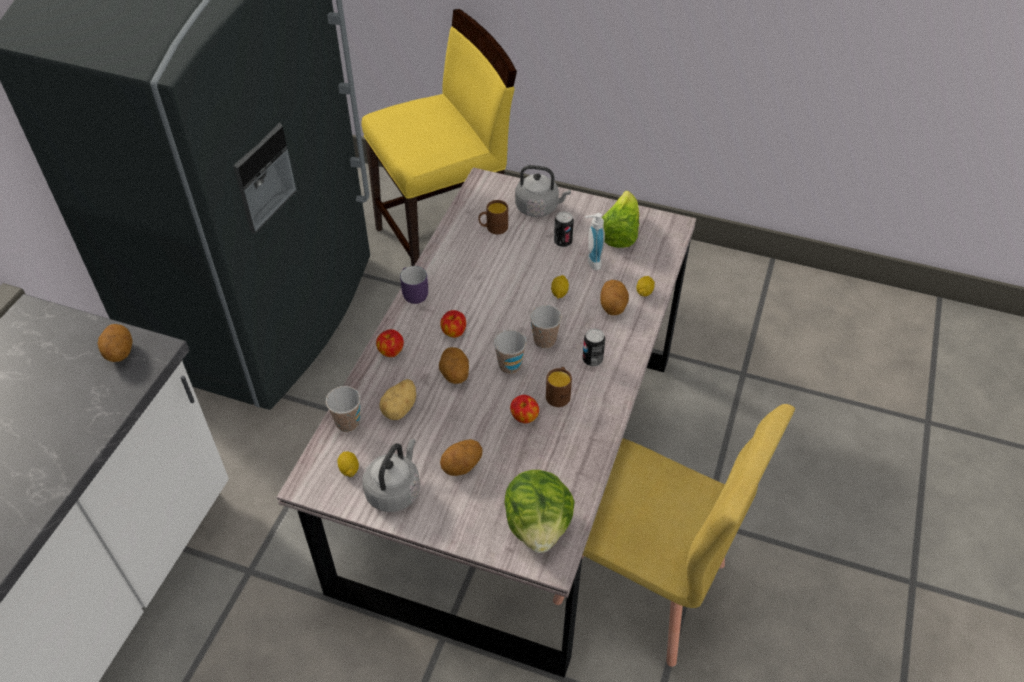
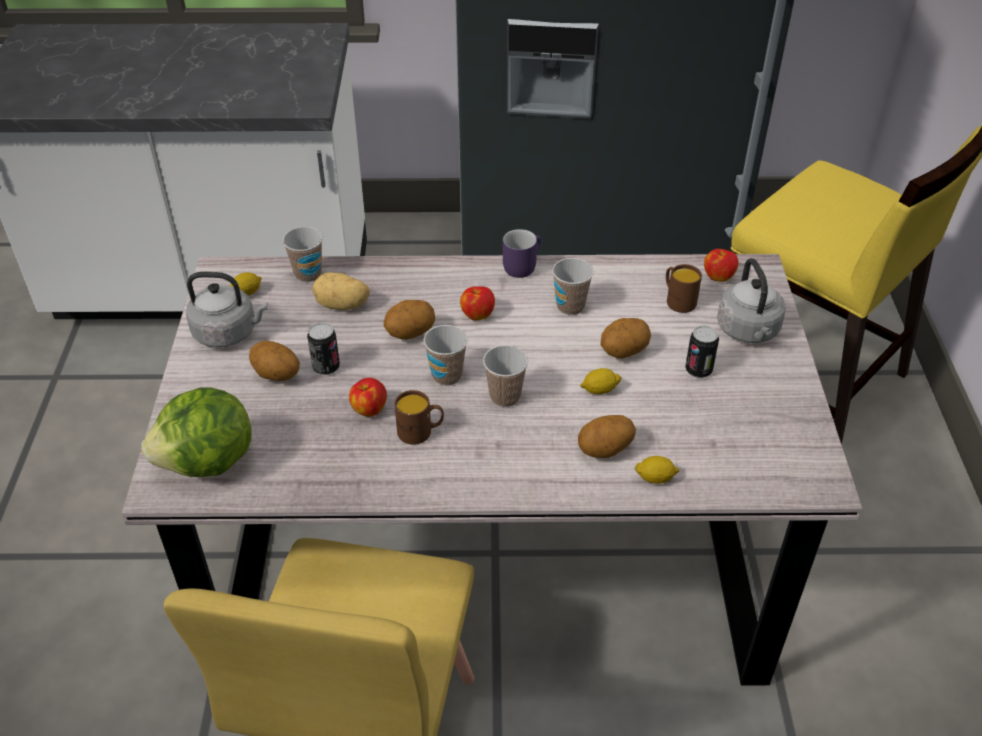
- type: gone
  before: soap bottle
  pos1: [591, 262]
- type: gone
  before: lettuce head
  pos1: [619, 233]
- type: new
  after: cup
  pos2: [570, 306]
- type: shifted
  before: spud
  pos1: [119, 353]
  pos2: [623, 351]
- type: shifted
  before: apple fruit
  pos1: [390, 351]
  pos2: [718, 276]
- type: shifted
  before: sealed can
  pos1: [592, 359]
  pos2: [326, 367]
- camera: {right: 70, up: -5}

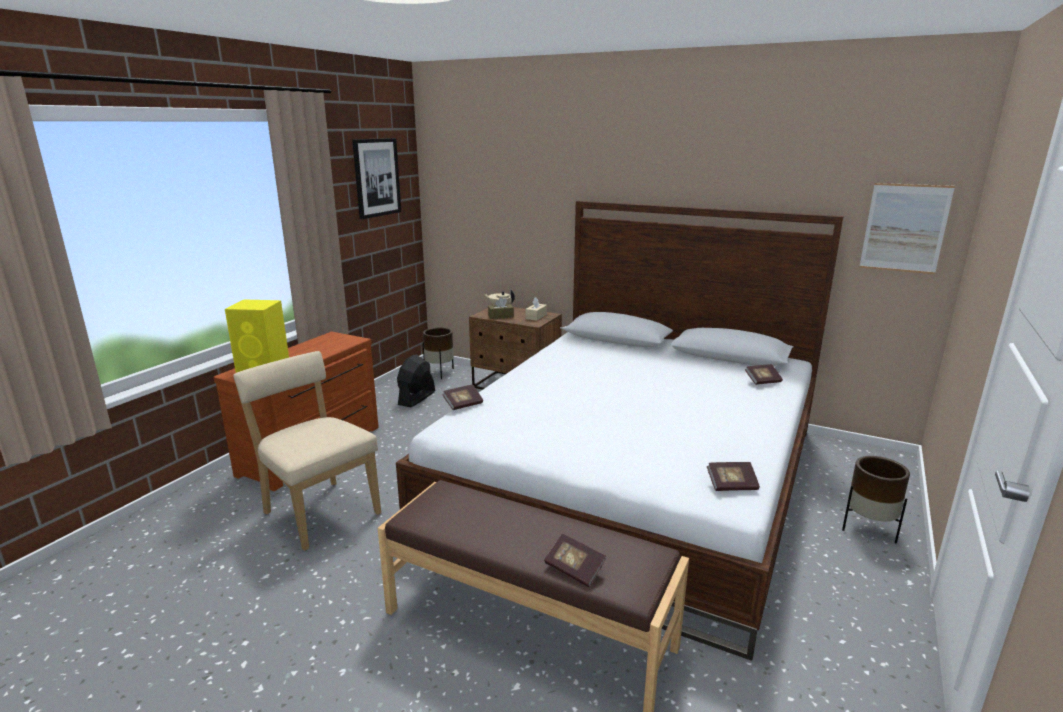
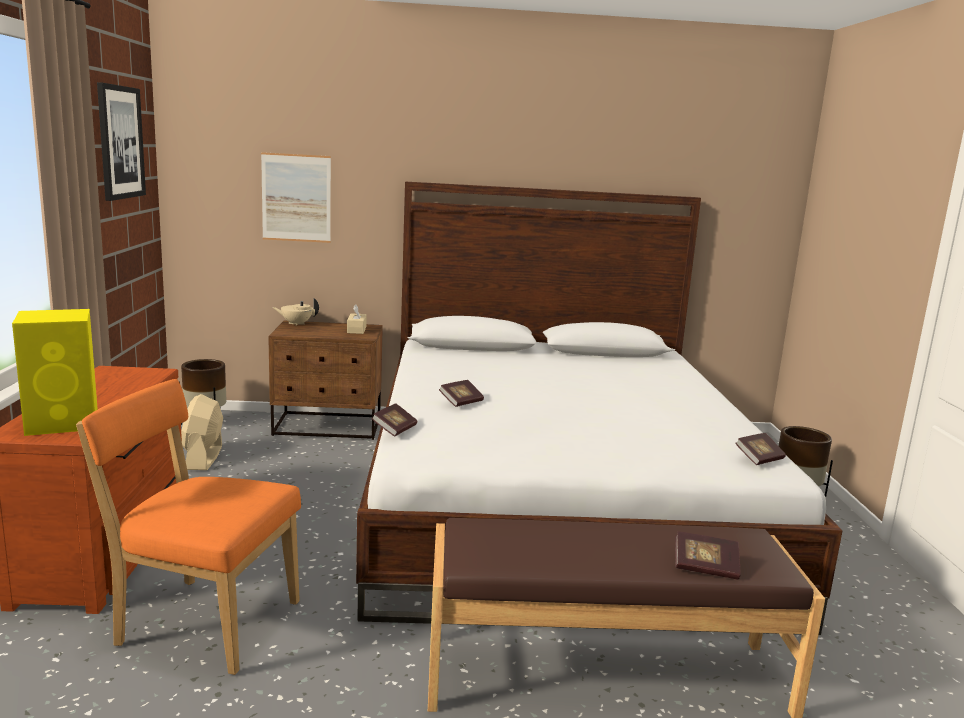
- type: gone
  before: brownish tissue holder
  pos1: [501, 316]
- type: shifted
  before: bound book
  pos1: [762, 381]
  pos2: [461, 402]
- type: shifted
  before: wall art
  pos1: [904, 228]
  pos2: [296, 198]
- type: repainted
  before: beige upright chair
  after: orangey upright chair
  pos1: [319, 511]
  pos2: [202, 622]
- type: repainted
  before: black-coloured cooling fan
  after: beige cooling fan
  pos1: [416, 398]
  pos2: [203, 458]
- camera: {right: -30, up: -5}

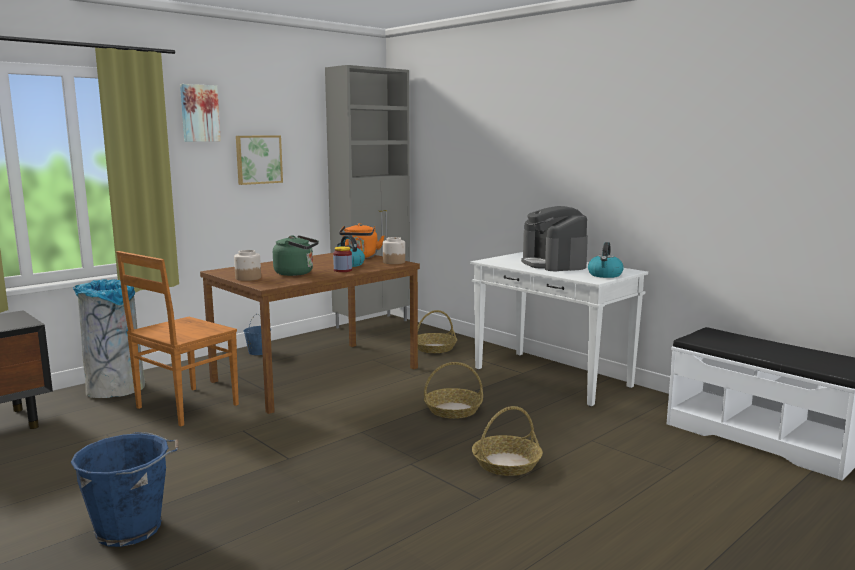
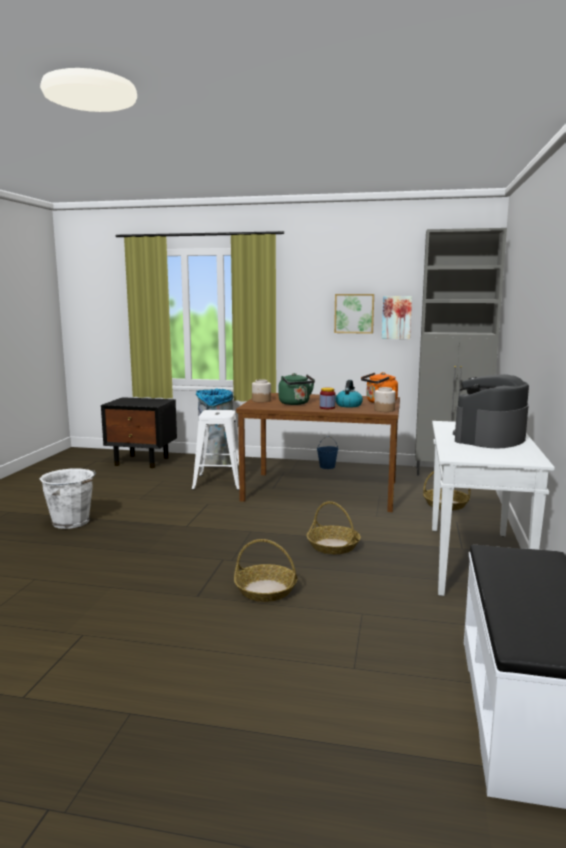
- type: gone
  before: tea kettle
  pos1: [605, 275]
- type: shifted
  before: wall art
  pos1: [199, 113]
  pos2: [396, 317]
- type: swapped
  before: brownish upright chair
  after: whitish stool
  pos1: [185, 407]
  pos2: [218, 482]
- type: repainted
  before: blue-coloured water bucket
  after: whitish water bucket
  pos1: [132, 529]
  pos2: [72, 522]
- camera: {right: 55, up: 0}

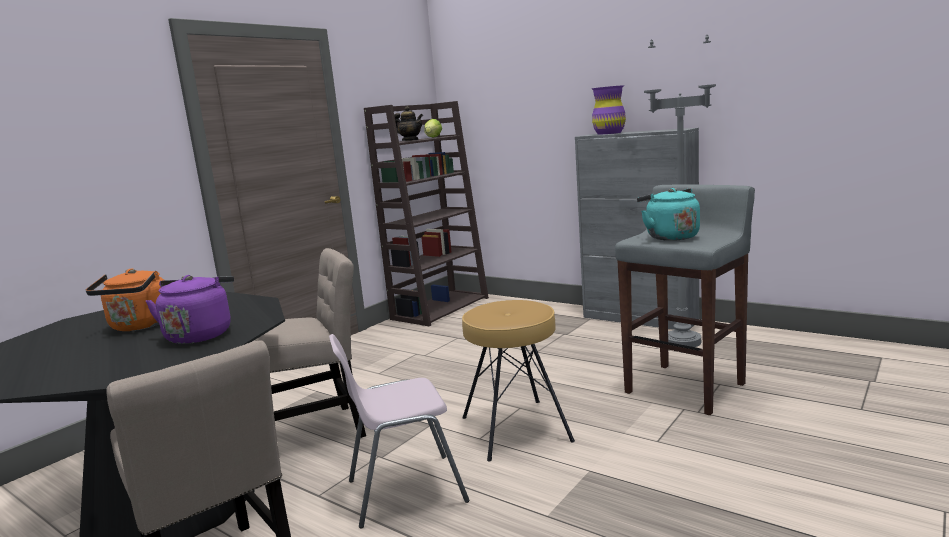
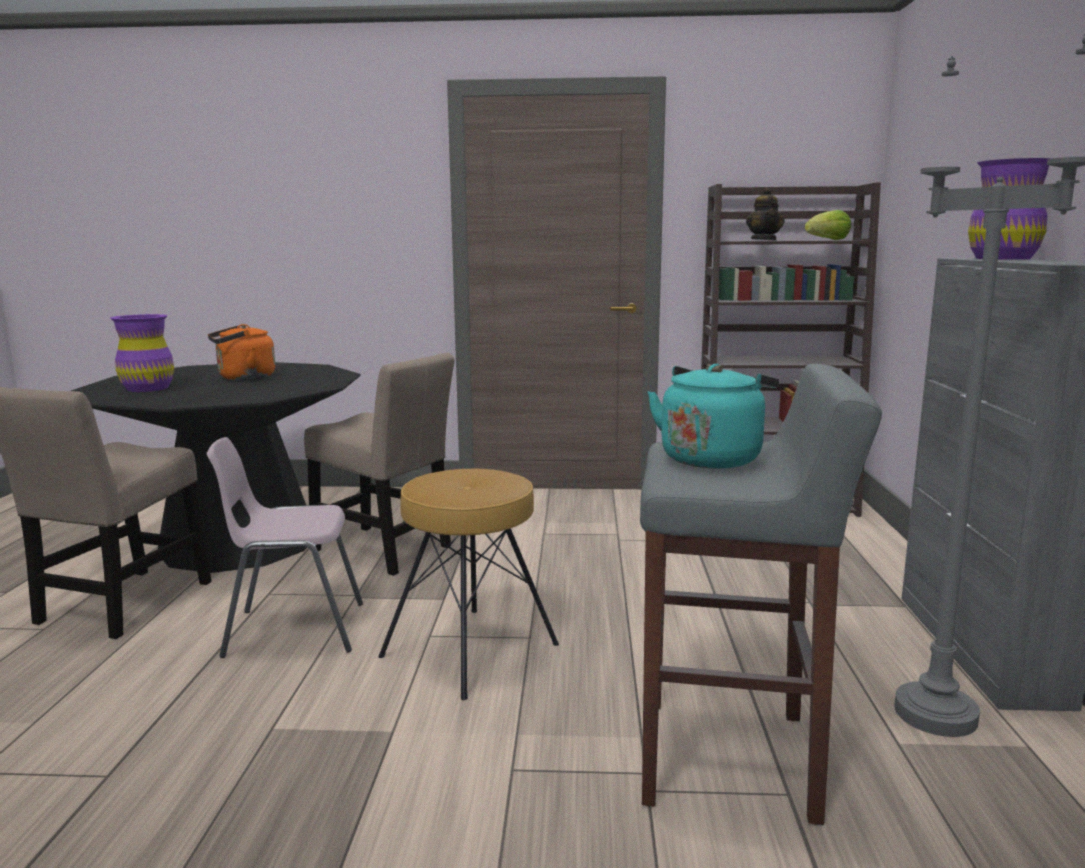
- type: gone
  before: purple tea kettle
  pos1: [200, 334]
- type: new
  after: purple vase
  pos2: [147, 388]
- type: rotated
  before: pinkish upright chair
  pos1: [404, 490]
  pos2: [294, 630]
  turn: -45
- camera: {right: 55, up: 0}

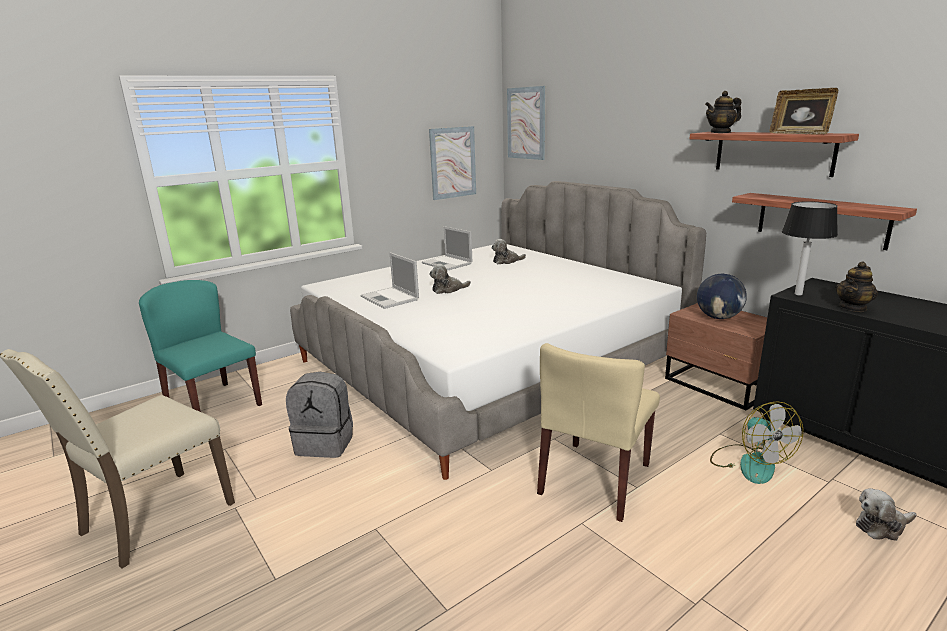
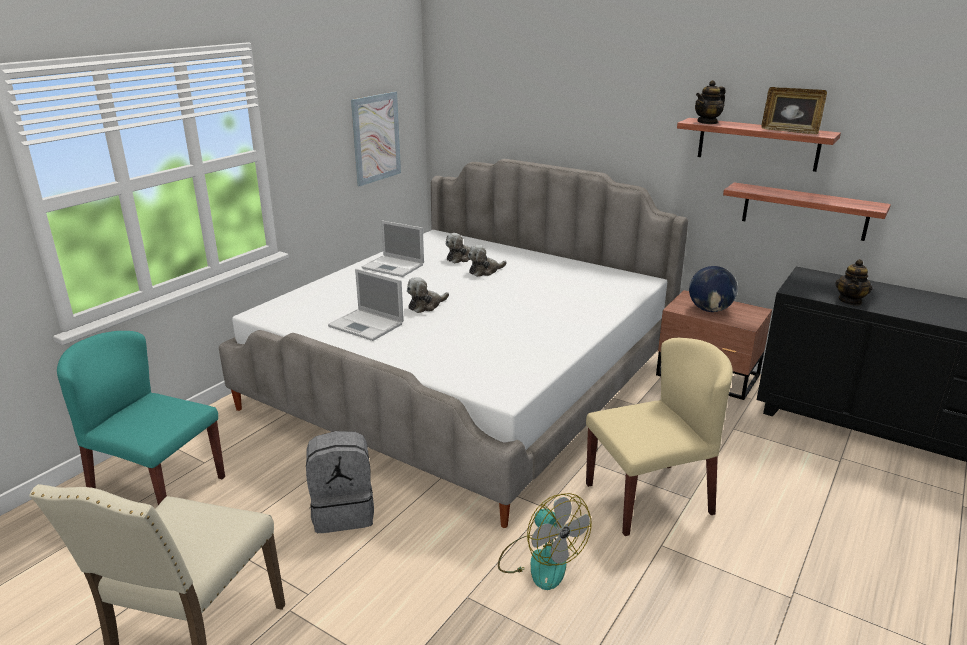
- type: gone
  before: wall art
  pos1: [526, 123]
- type: gone
  before: lamp for a table
  pos1: [798, 294]
- type: shifted
  before: cooling fan
  pos1: [749, 463]
  pos2: [540, 561]
- type: shifted
  before: soft toy
  pos1: [882, 526]
  pos2: [485, 271]
- type: rotated
  before: beige upright chair
  pos1: [595, 479]
  pos2: [649, 498]
  turn: -120
- camera: {right: -20, up: 5}

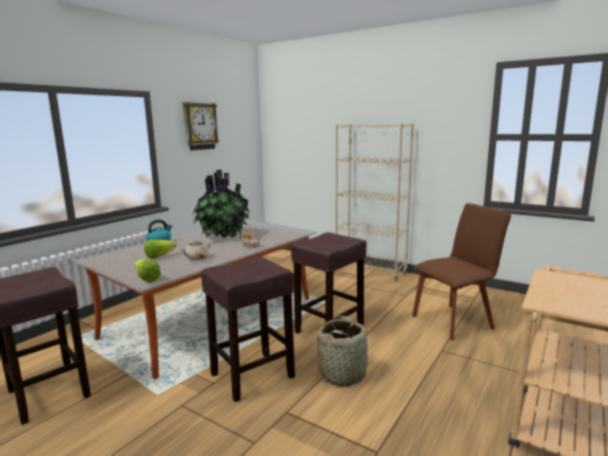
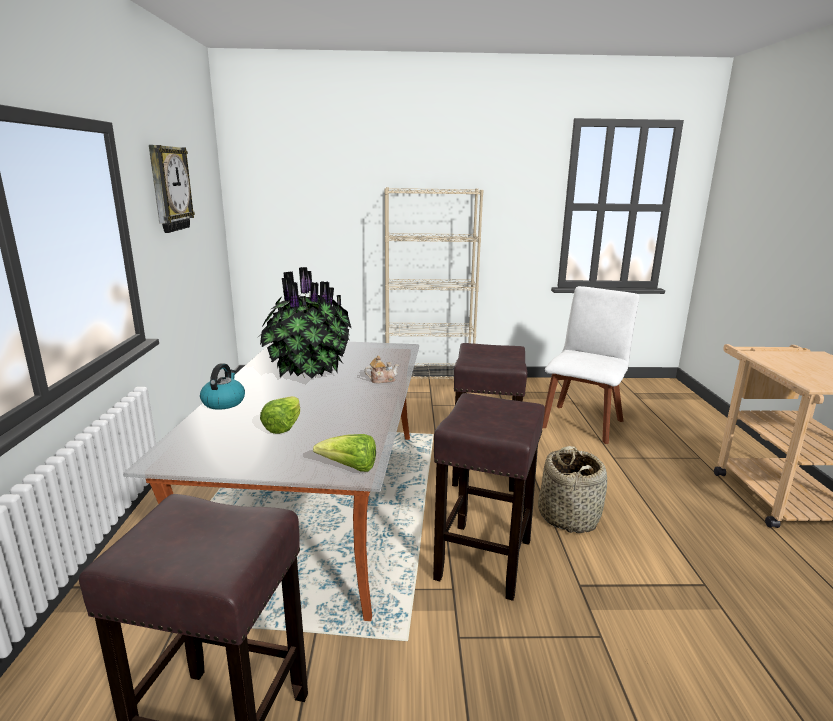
- type: gone
  before: beige pot for tea
  pos1: [196, 258]
- type: repainted
  before: brownish upright chair
  after: whitish upright chair
  pos1: [454, 321]
  pos2: [582, 422]
- camera: {right: -35, up: 5}

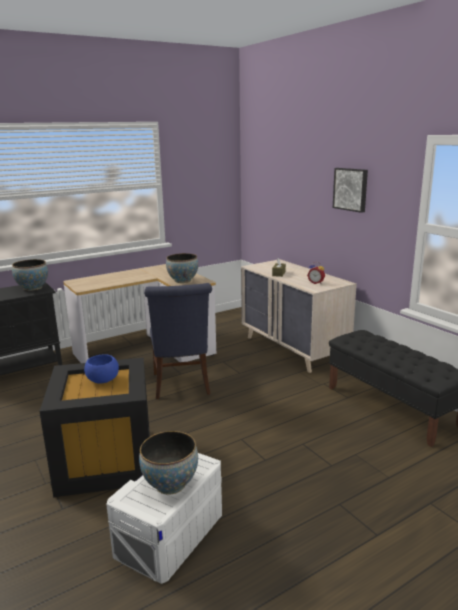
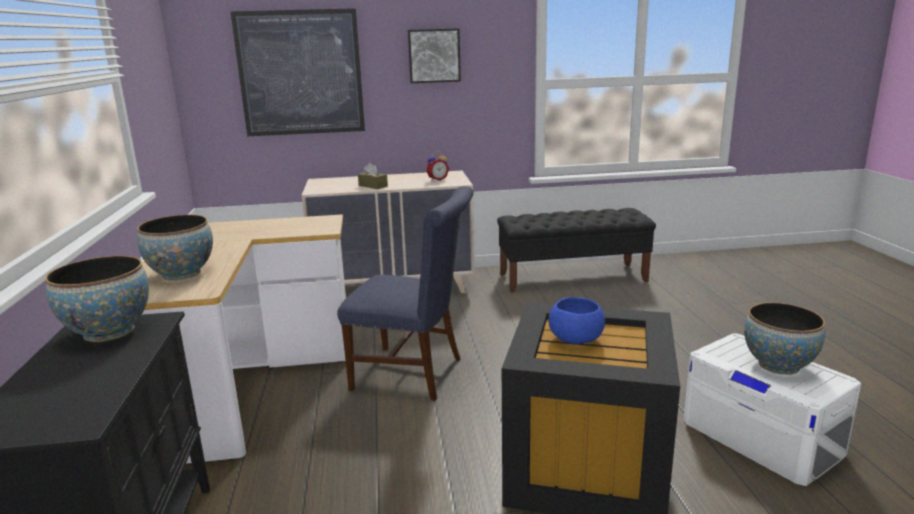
- type: new
  after: wall art
  pos2: [300, 73]
- type: shifted
  before: deep dish
  pos1: [183, 280]
  pos2: [182, 274]
- camera: {right: -65, up: 0}

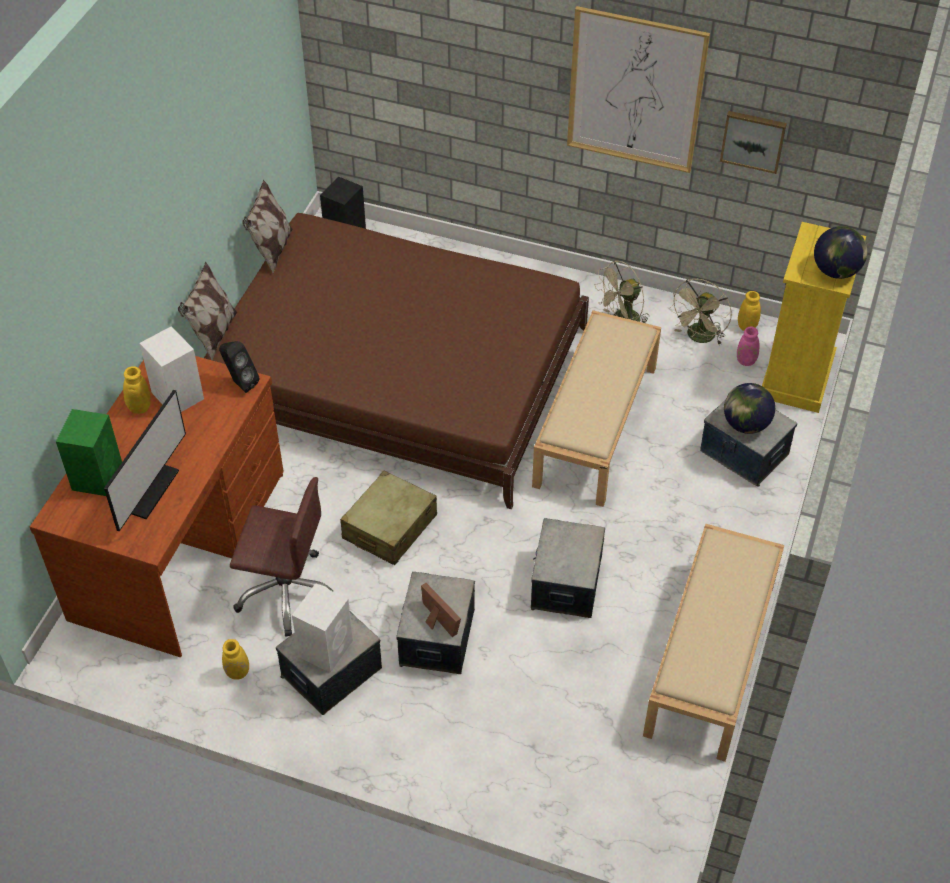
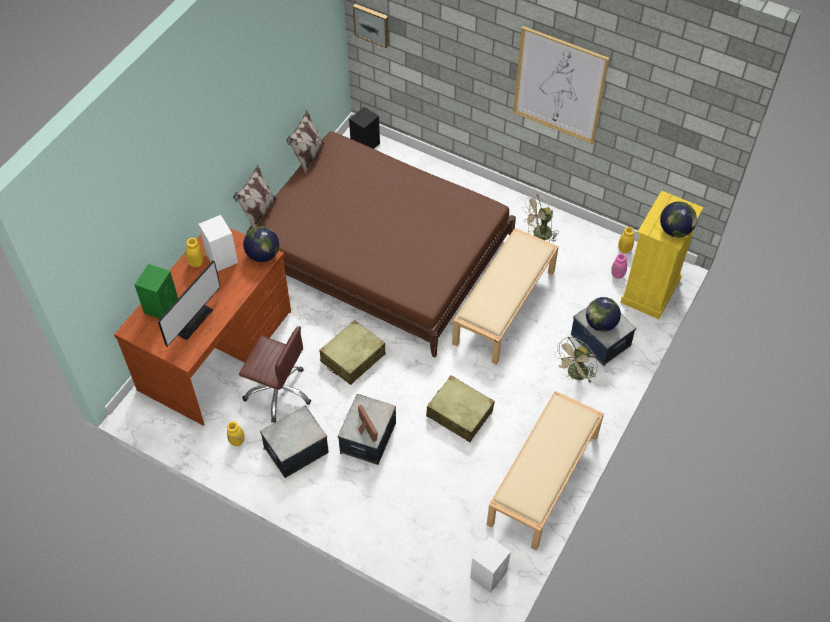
- type: shifted
  before: whitish loudspeaker
  pos1: [326, 648]
  pos2: [489, 574]
- type: shifted
  before: beige cooling fan
  pos1: [699, 338]
  pos2: [575, 375]
- type: shifted
  before: wall art
  pos1: [753, 140]
  pos2: [372, 24]
- type: swapped
  before: black-coloured loudspeaker
  after: world globe
  pos1: [240, 383]
  pos2: [263, 255]
- type: swapped
  before: storage box
  after: beige suitcase
  pos1: [565, 583]
  pos2: [459, 414]
- camera: {right: 10, up: 5}

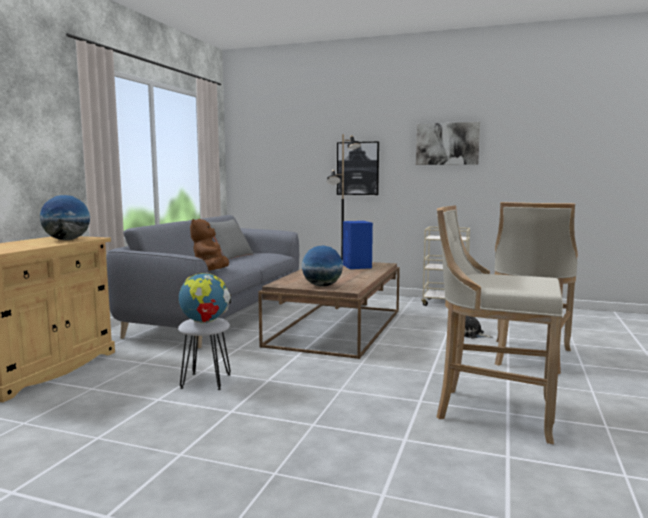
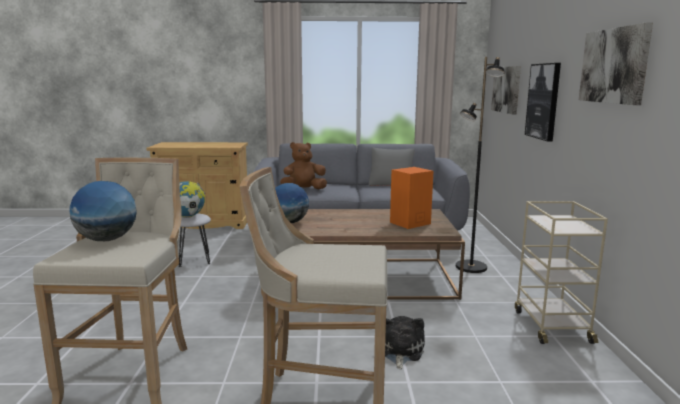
- type: new
  after: wall art
  pos2: [506, 89]
- type: shifted
  before: world globe
  pos1: [67, 240]
  pos2: [106, 240]
- type: repainted
  before: blue-coloured loudspeaker
  after: orangey loudspeaker
  pos1: [357, 266]
  pos2: [409, 223]
- camera: {right: 70, up: 5}

